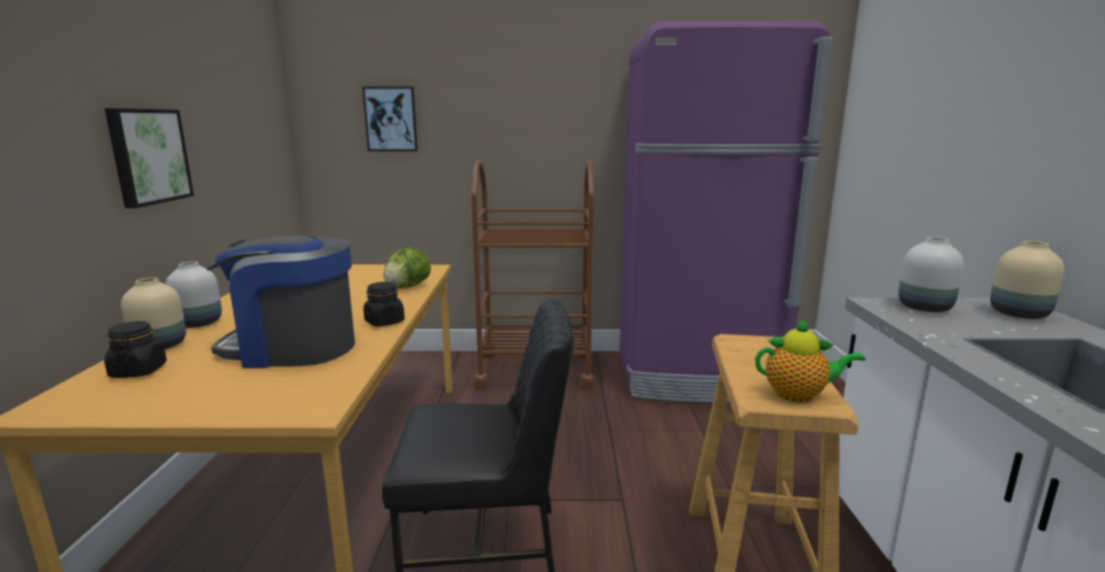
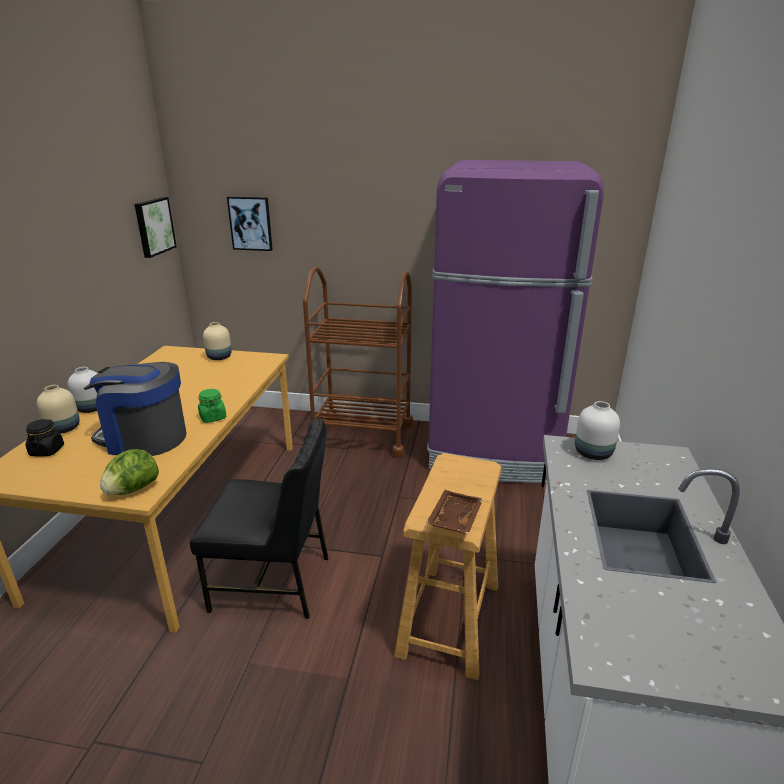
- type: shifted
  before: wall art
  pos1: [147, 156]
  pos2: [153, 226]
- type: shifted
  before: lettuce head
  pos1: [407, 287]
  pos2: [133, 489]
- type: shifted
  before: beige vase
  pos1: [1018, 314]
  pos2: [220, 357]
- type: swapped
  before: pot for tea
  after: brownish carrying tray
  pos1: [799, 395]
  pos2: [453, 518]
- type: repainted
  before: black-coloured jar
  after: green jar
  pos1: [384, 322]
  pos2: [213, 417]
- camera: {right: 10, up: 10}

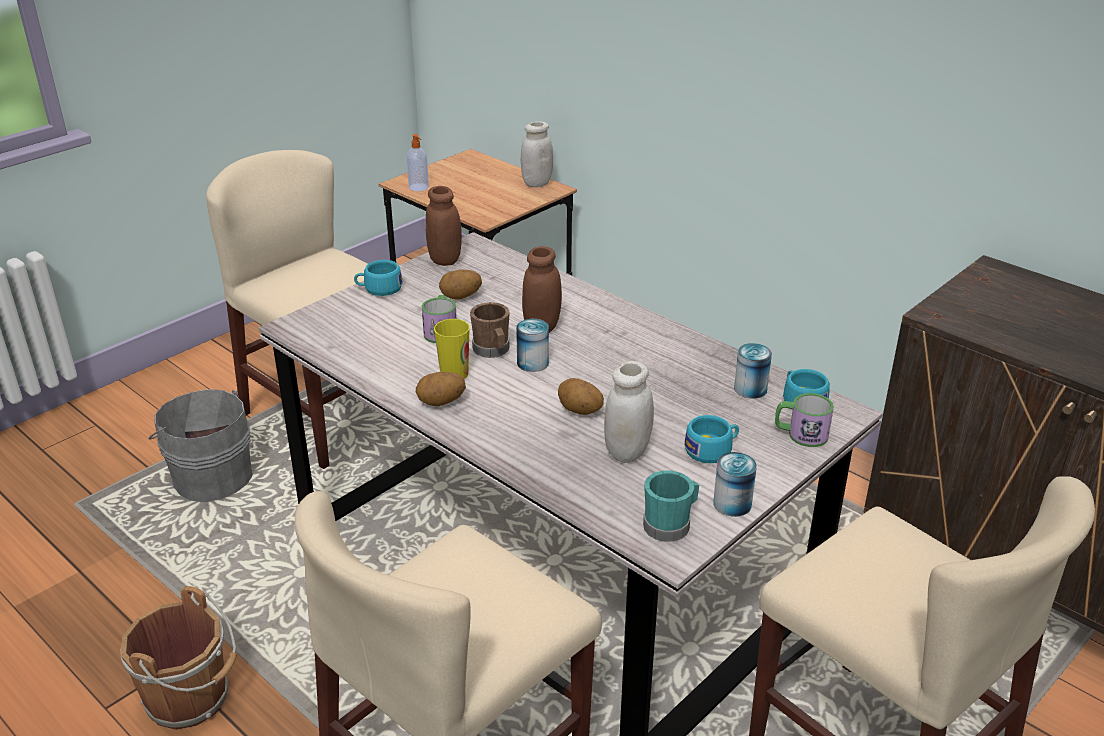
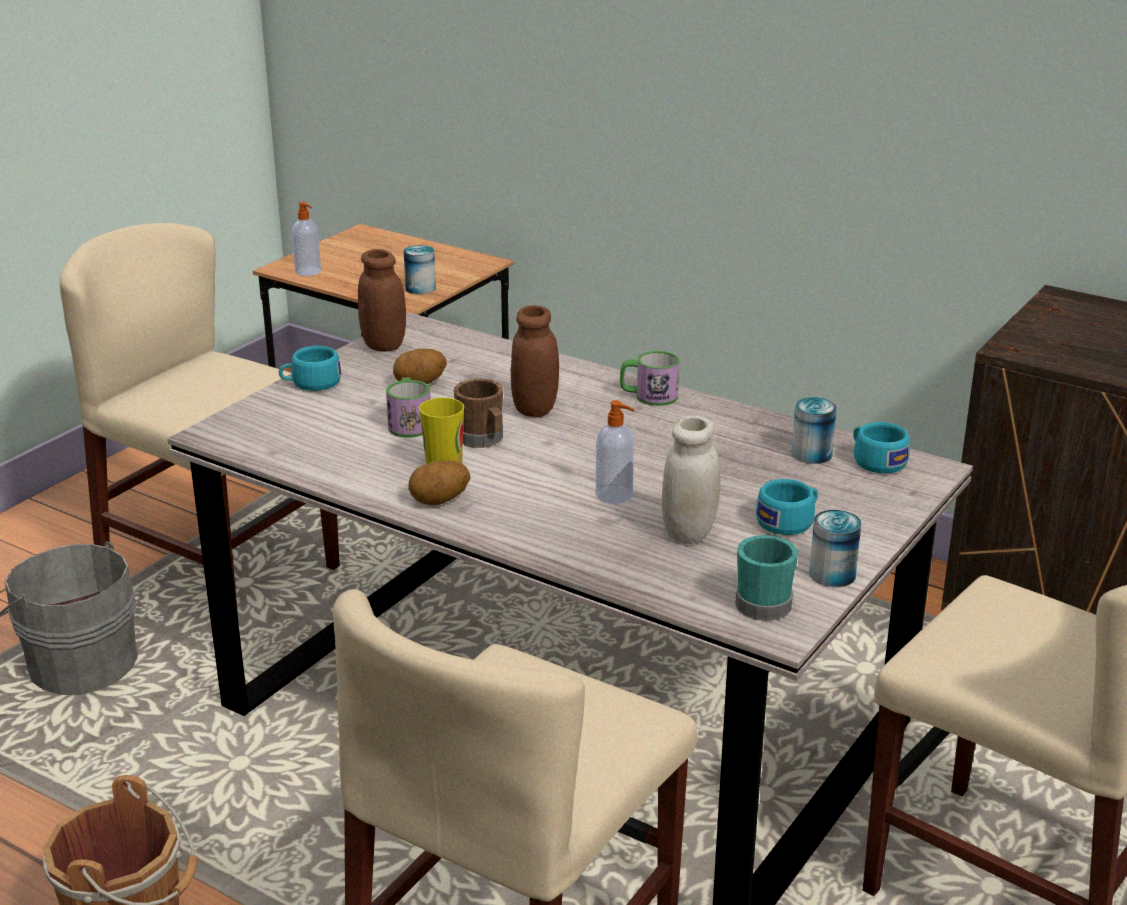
- type: gone
  before: whitish jar
  pos1: [536, 183]
- type: shifted
  before: sealed can
  pos1: [532, 363]
  pos2: [420, 288]
- type: shifted
  before: coffee mug
  pos1: [800, 434]
  pos2: [648, 396]
- type: swapped
  before: spud
  after: soap bottle
  pos1: [579, 411]
  pos2: [615, 495]
- camera: {right: -10, up: -5}

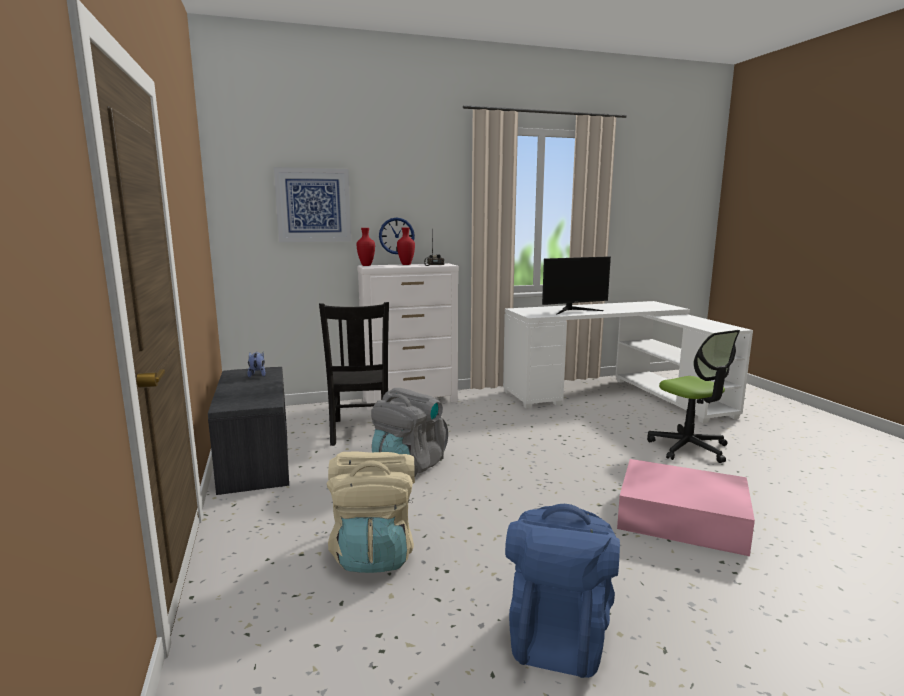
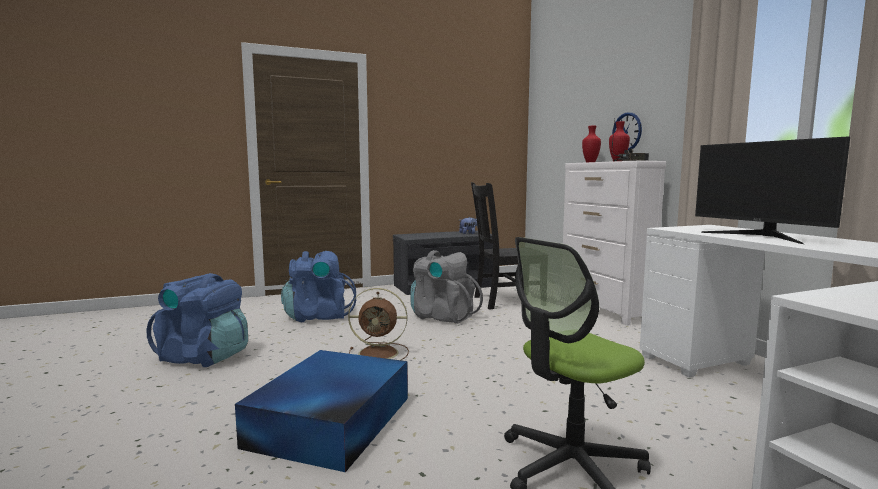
- type: gone
  before: wall art
  pos1: [313, 205]
- type: new
  after: brownish cooling fan
  pos2: [380, 353]
- type: repainted
  before: beige knapsack
  after: blue-coloured knapsack
  pos1: [374, 552]
  pos2: [318, 316]
- type: repainted
  before: pinkish storage box
  after: blue-coloured storage box
  pos1: [683, 519]
  pos2: [329, 422]
- camera: {right: 85, up: -5}

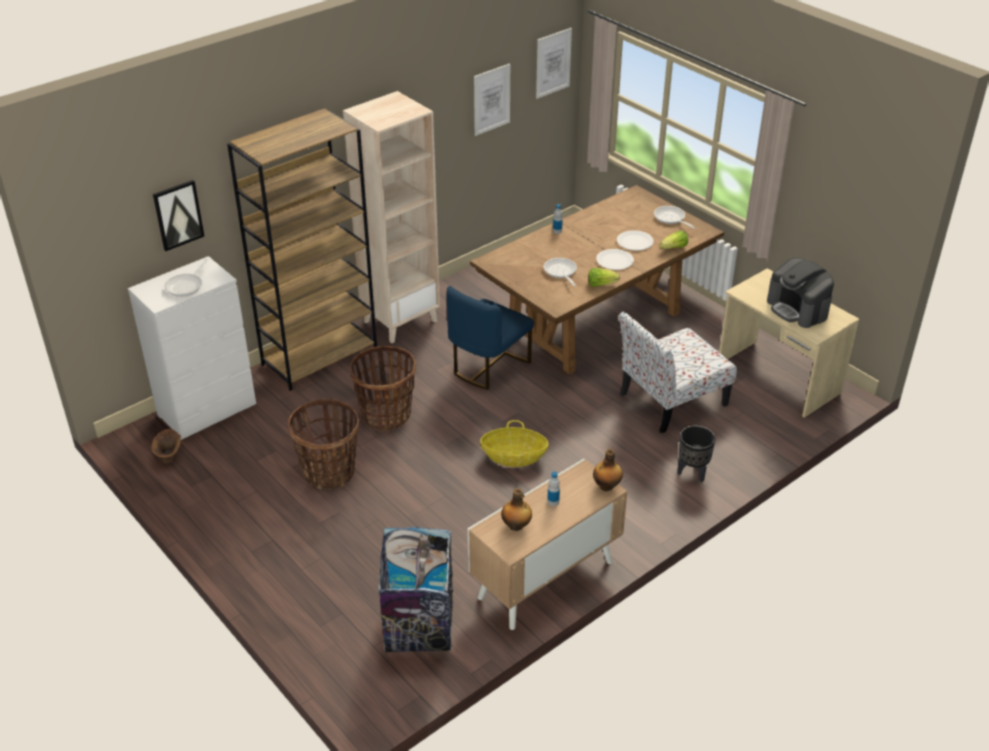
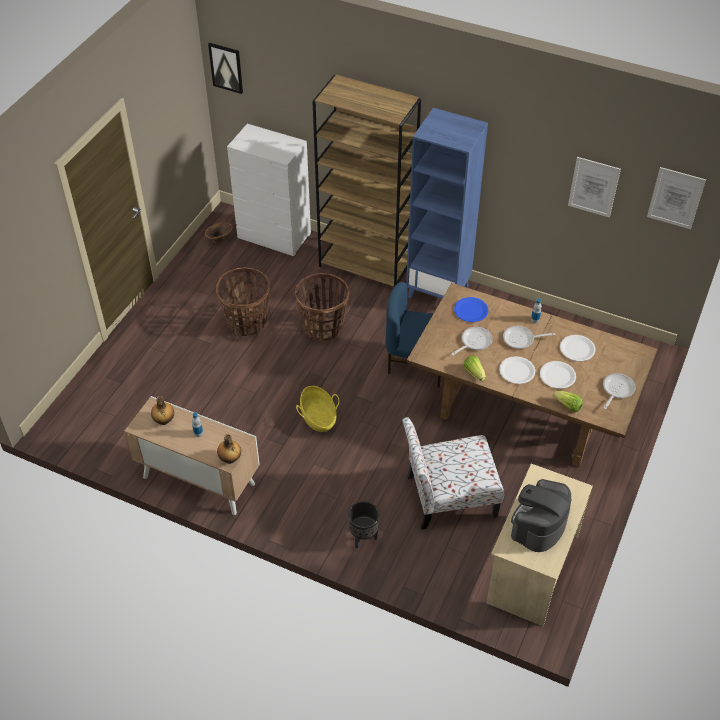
- type: gone
  before: trash can
  pos1: [419, 627]
- type: new
  after: blue-coloured plate
  pos2: [471, 310]
- type: new
  after: whitish plate
  pos2: [577, 349]
- type: shifted
  before: wall art
  pos1: [178, 214]
  pos2: [226, 67]
- type: shifted
  before: pan
  pos1: [186, 285]
  pos2: [521, 339]
- type: repainted
  before: beige bookcase
  after: blue-coloured bookcase
  pos1: [400, 321]
  pos2: [438, 291]
- type: rotated
  before: upright chair
  pos1: [671, 400]
  pos2: [448, 496]
  turn: -45
- camera: {right: 65, up: 10}

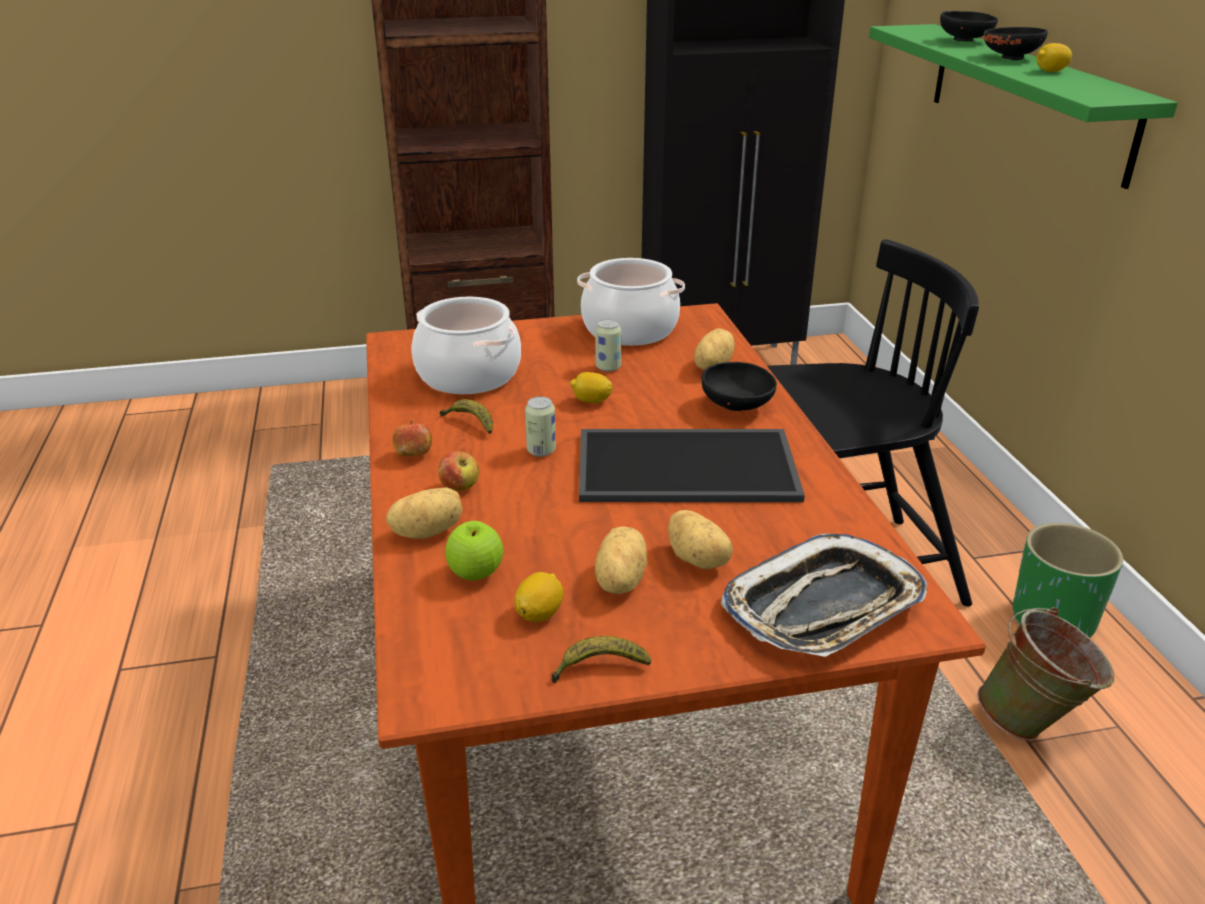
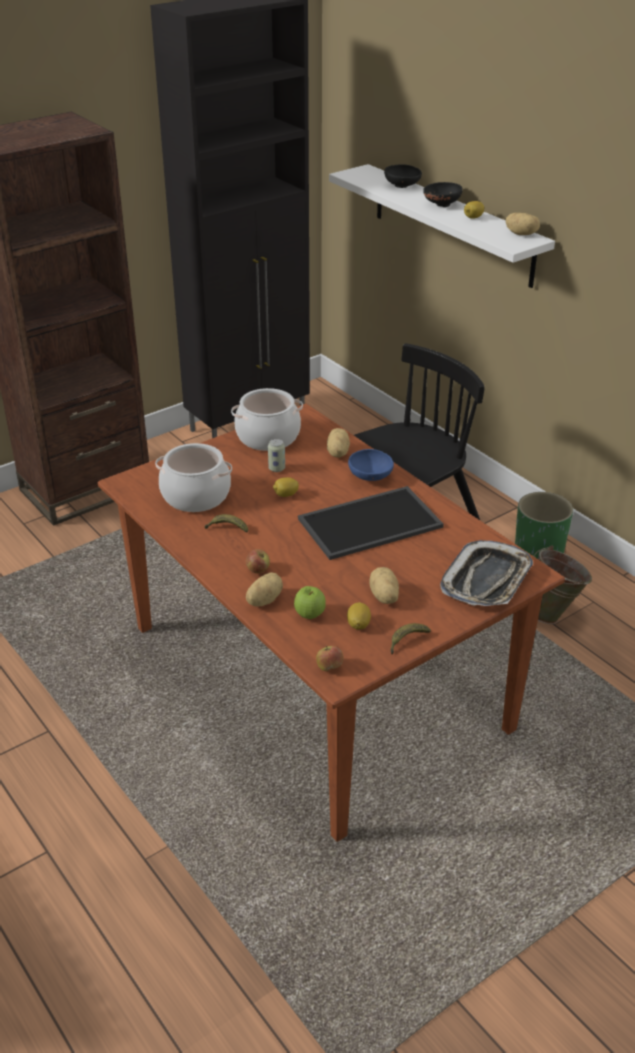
- type: gone
  before: sealed can
  pos1: [541, 451]
- type: shifted
  before: apple fruit
  pos1: [414, 455]
  pos2: [329, 667]
- type: shifted
  before: spud
  pos1: [698, 559]
  pos2: [521, 234]
- type: repainted
  before: black-coloured deep dish
  after: blue-coloured deep dish
  pos1: [737, 407]
  pos2: [371, 478]
- type: repainted
  before: green wall shelf
  after: whitish wall shelf
  pos1: [1027, 98]
  pos2: [452, 225]
- camera: {right: -25, up: 5}

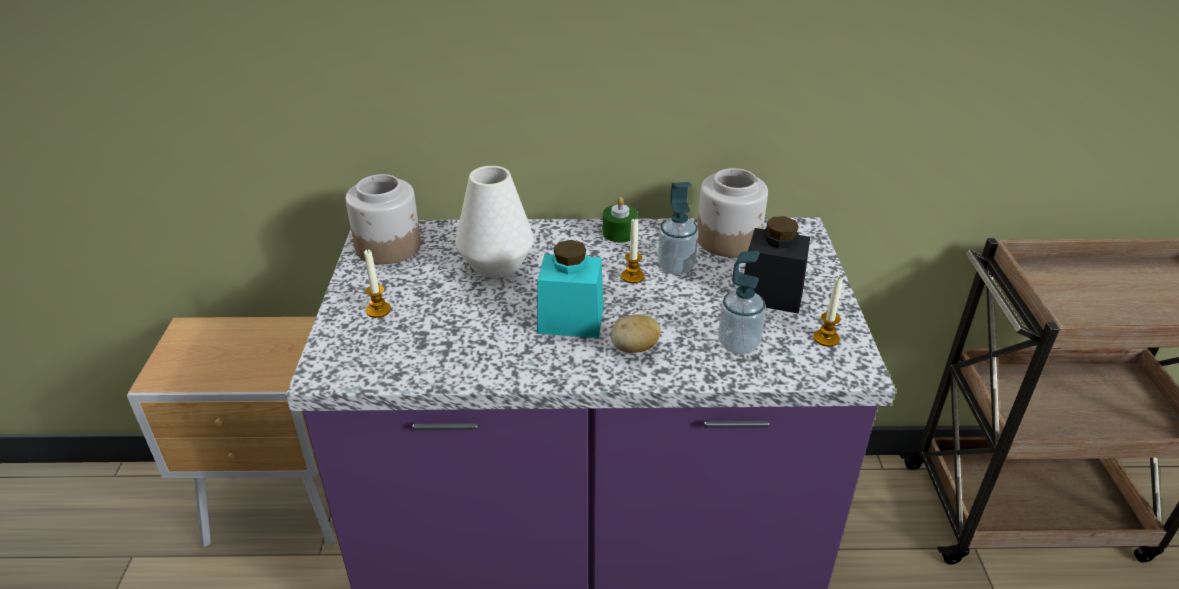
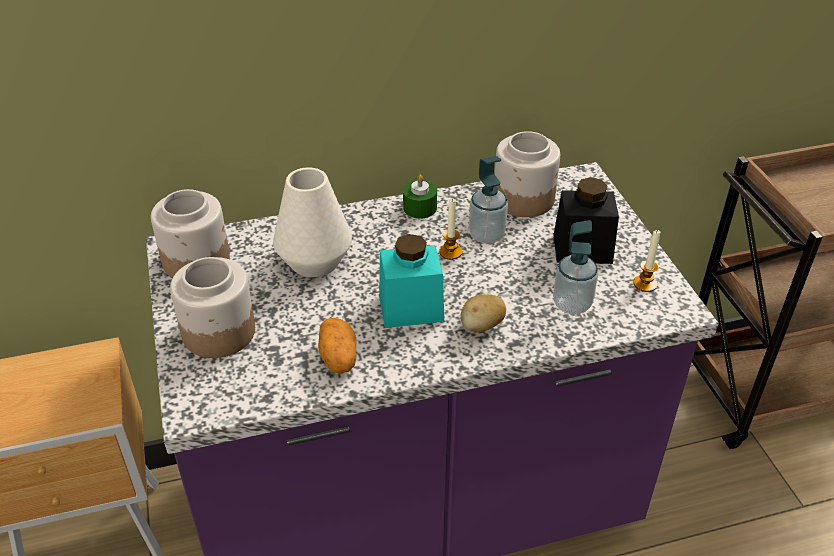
- type: new
  after: spud
  pos2: [338, 357]
- type: swapped
  before: wax light
  after: jar
  pos1: [378, 310]
  pos2: [218, 332]
- camera: {right: -15, up: 5}

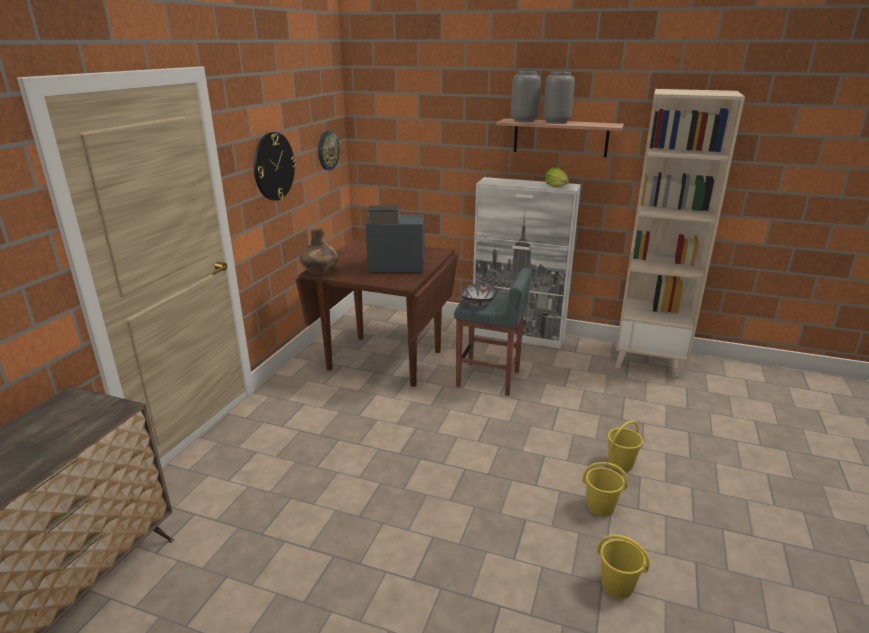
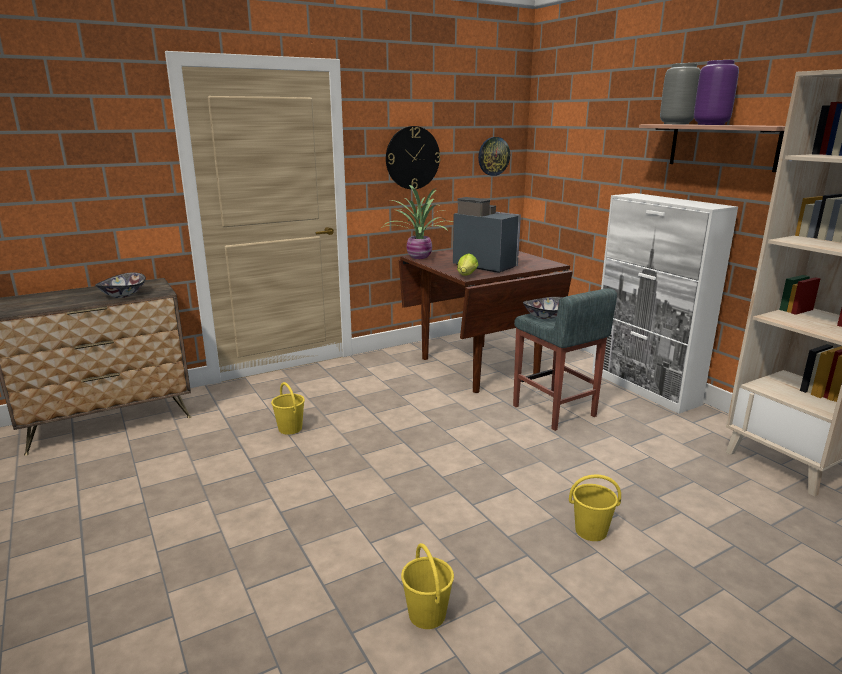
- type: new
  after: deep dish
  pos2: [124, 295]
- type: shifted
  before: lettuce head
  pos1: [557, 187]
  pos2: [466, 276]
- type: shifted
  before: yellow-coloured water bucket
  pos1: [601, 507]
  pos2: [290, 429]
- type: swapped
  before: brownish vase
  after: plant in a pot
  pos1: [320, 272]
  pos2: [418, 257]
- type: repainted
  before: gray vase
  after: purple vase
  pos1: [557, 122]
  pos2: [711, 124]
- camera: {right: 40, up: -5}

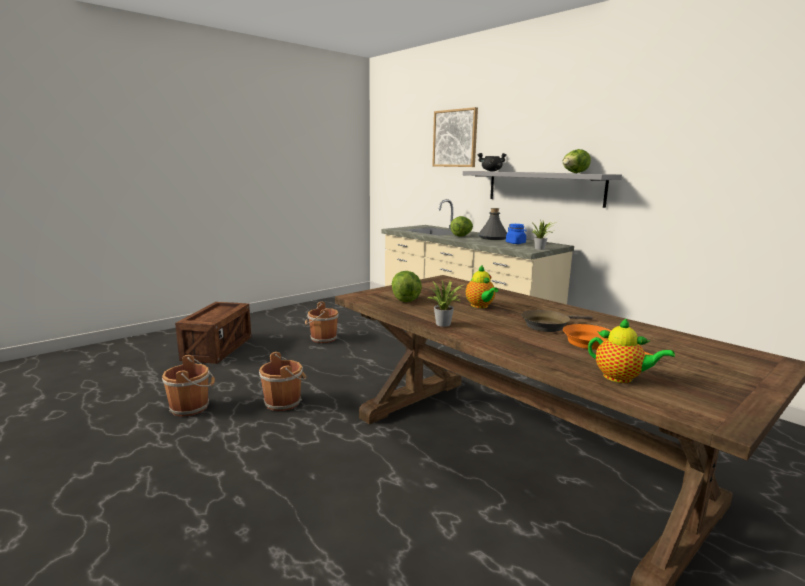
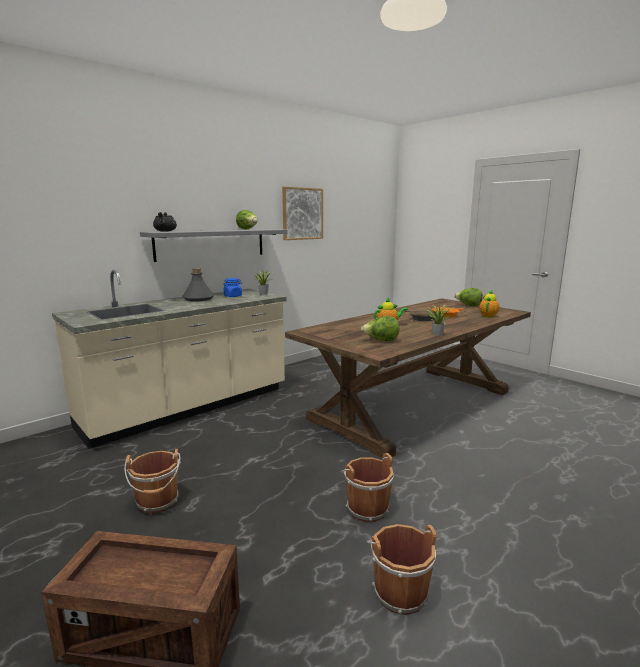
- type: shifted
  before: wall art
  pos1: [455, 138]
  pos2: [302, 213]
- type: shifted
  before: lettuce head
  pos1: [461, 236]
  pos2: [468, 305]
- camera: {right: -90, up: 0}

